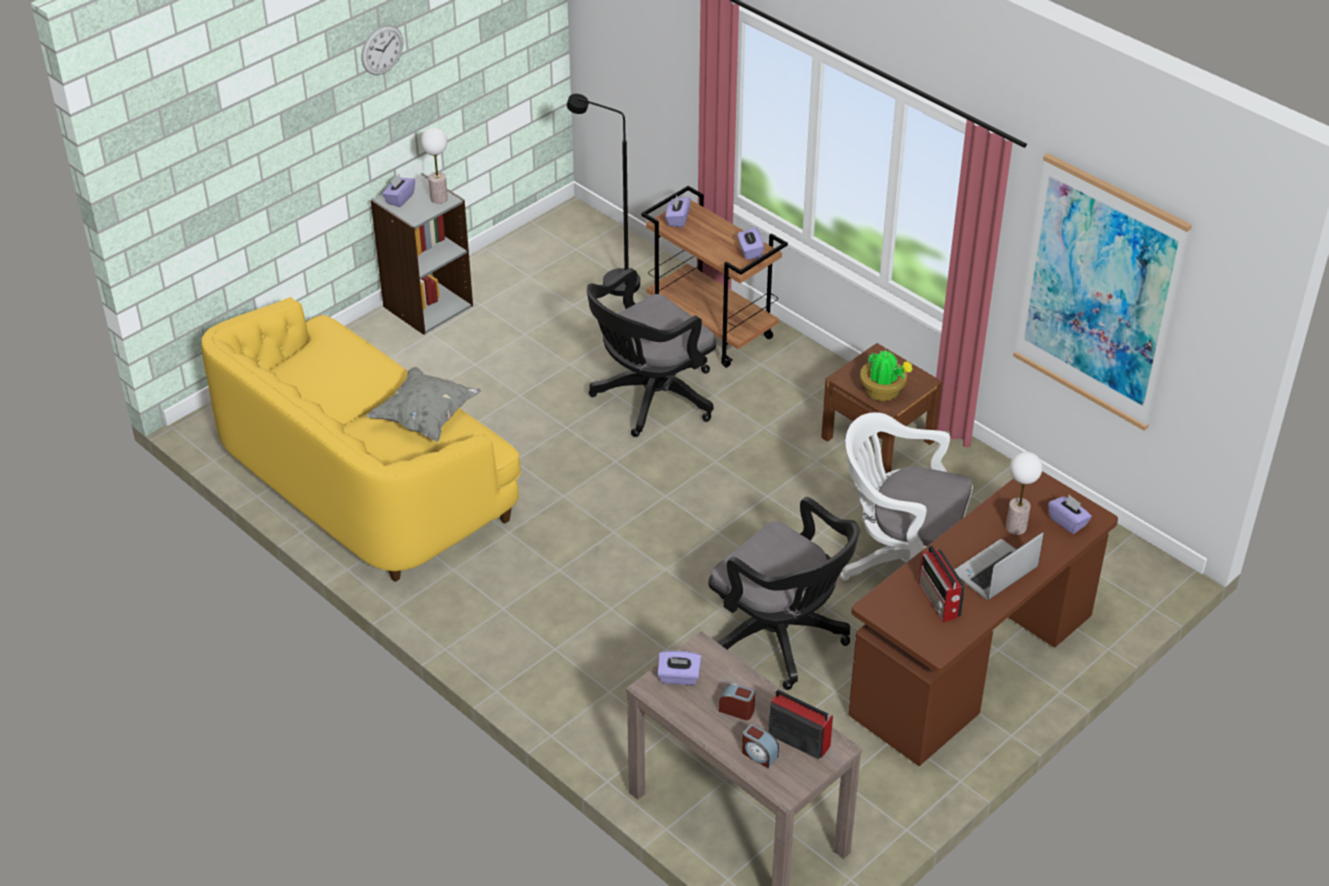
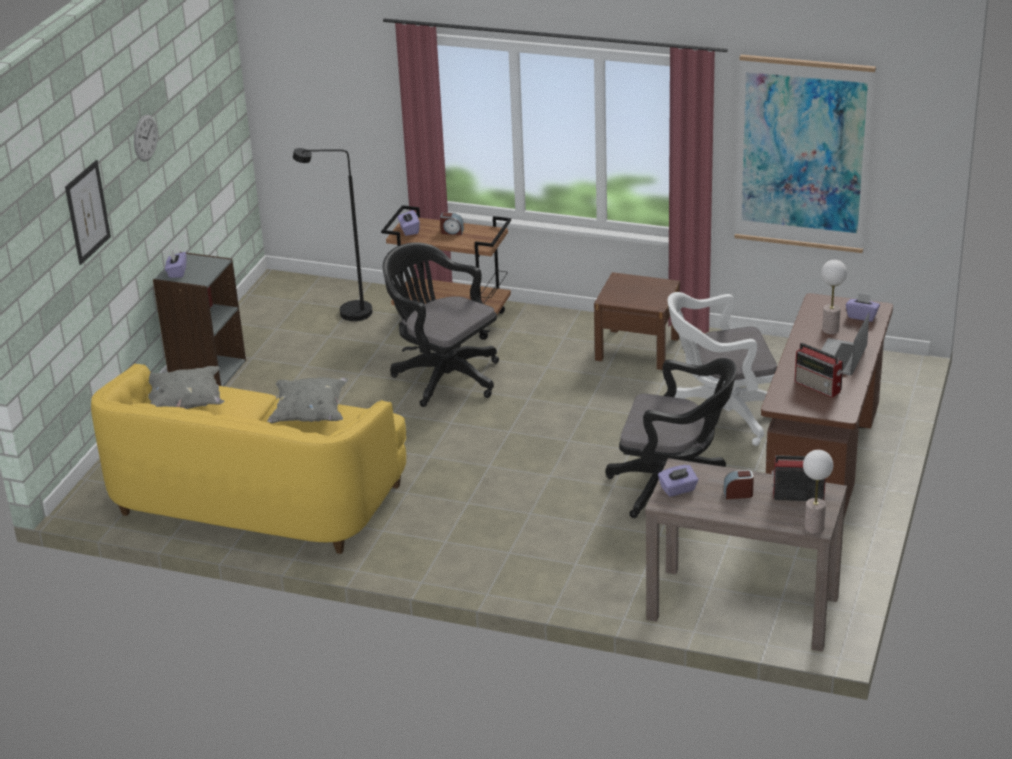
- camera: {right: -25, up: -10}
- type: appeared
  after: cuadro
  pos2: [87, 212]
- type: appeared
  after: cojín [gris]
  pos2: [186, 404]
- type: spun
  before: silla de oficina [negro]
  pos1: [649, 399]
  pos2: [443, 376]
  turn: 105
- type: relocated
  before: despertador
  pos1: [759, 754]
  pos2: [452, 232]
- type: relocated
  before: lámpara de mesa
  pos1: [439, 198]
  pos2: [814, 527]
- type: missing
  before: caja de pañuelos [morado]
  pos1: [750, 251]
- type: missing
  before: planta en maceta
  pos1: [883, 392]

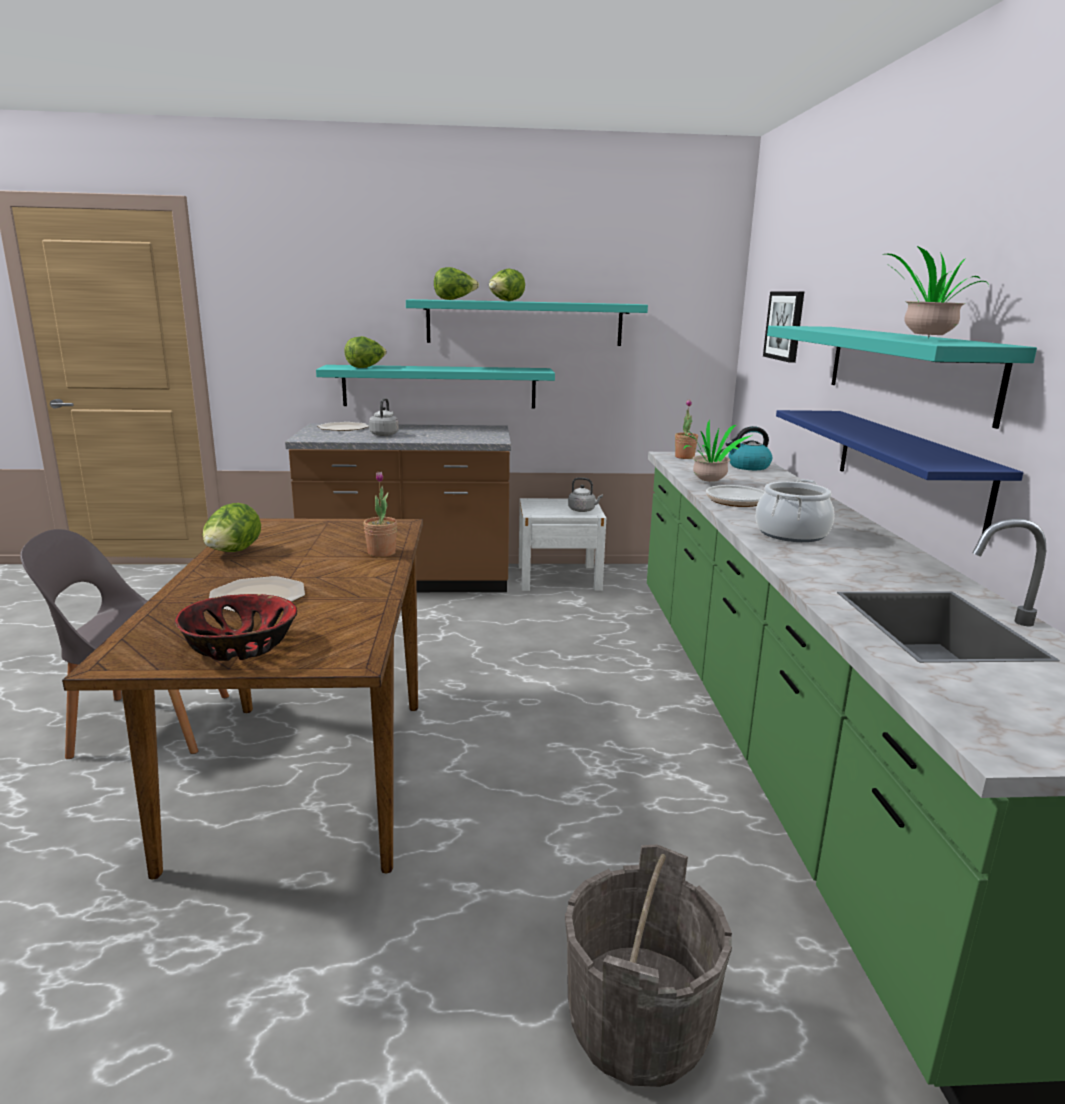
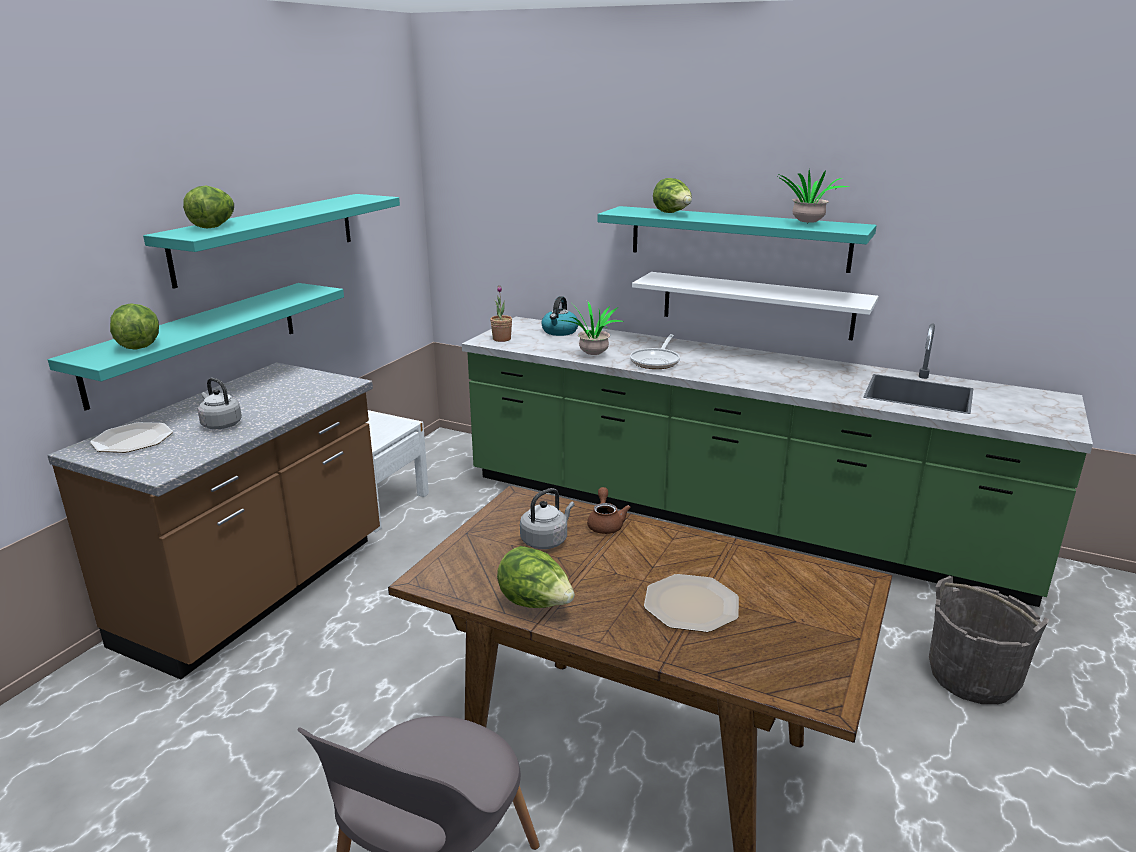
- camera: {right: -60, up: 5}
- type: relocated
  before: hervidor [gris]
  pos1: [583, 510]
  pos2: [546, 540]
- type: exchanged
  before: planta en maceta
  after: tetera [marrón]
  pos1: [381, 553]
  pos2: [605, 524]
- type: colour
  before: estante [azul]
  after: estante [blanco]
  pos1: [907, 468]
  pos2: [756, 305]
- type: relocated
  before: lechuga
  pos1: [506, 301]
  pos2: [672, 213]
- type: missing
  before: cuenco
  pos1: [241, 646]
- type: missing
  before: olla
  pos1: [792, 534]
- type: missing
  before: cuadro
  pos1: [785, 325]

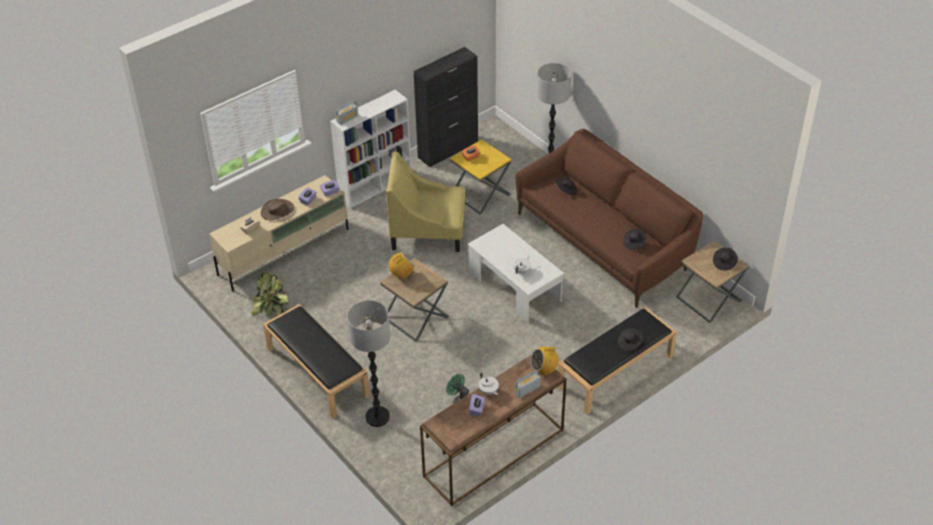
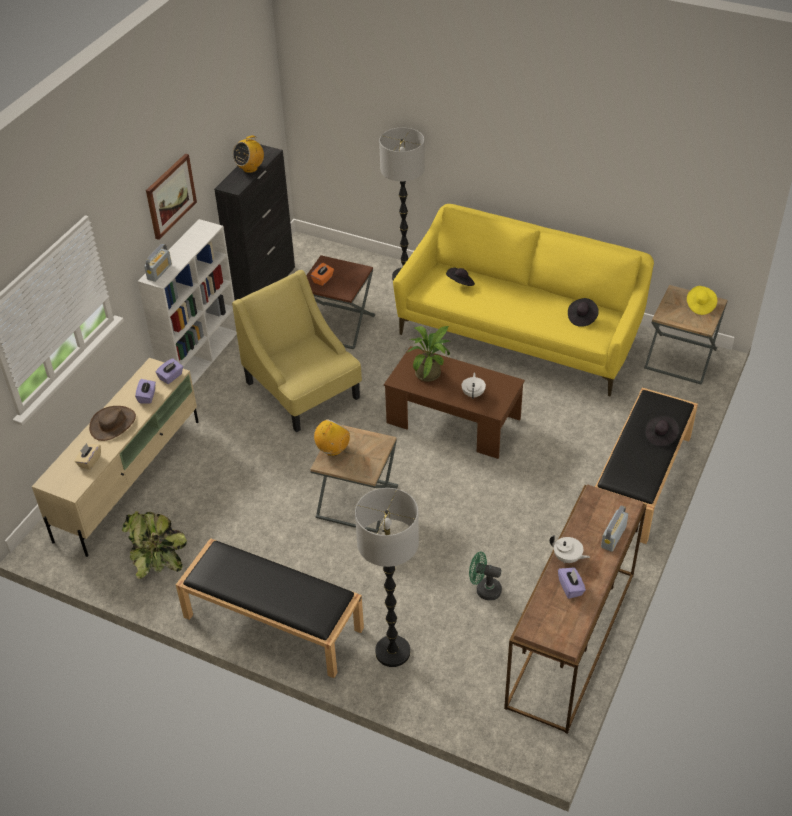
- camera: {right: -25, up: 0}
- type: appeared
  after: cuadro
  pos2: [170, 196]
- type: spun
  before: sillón [amarillo]
  pos1: [428, 231]
  pos2: [303, 390]
  turn: 75
- type: relocated
  before: radio
  pos1: [544, 370]
  pos2: [250, 168]
- type: colour
  before: mesa auxiliar [amarillo]
  after: mesa auxiliar [marrón]
  pos1: [481, 194]
  pos2: [339, 326]
- type: colour
  before: mesa de centro [blanco]
  after: mesa de centro [marrón]
  pos1: [514, 287]
  pos2: [453, 421]
- type: colour
  before: sofá [marrón]
  after: sofá [amarillo]
  pos1: [604, 242]
  pos2: [520, 333]
- type: appeared
  after: planta en maceta
  pos2: [430, 372]
- type: colour
  before: sombrero [negro]
  after: sombrero [amarillo]
  pos1: [724, 263]
  pos2: [700, 306]

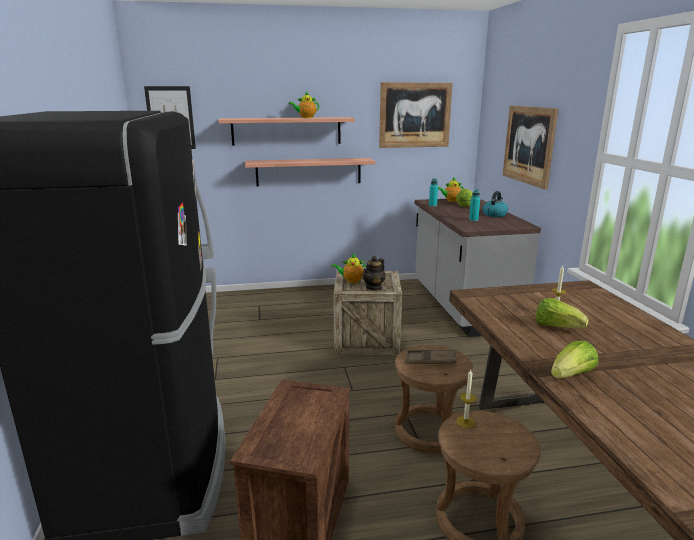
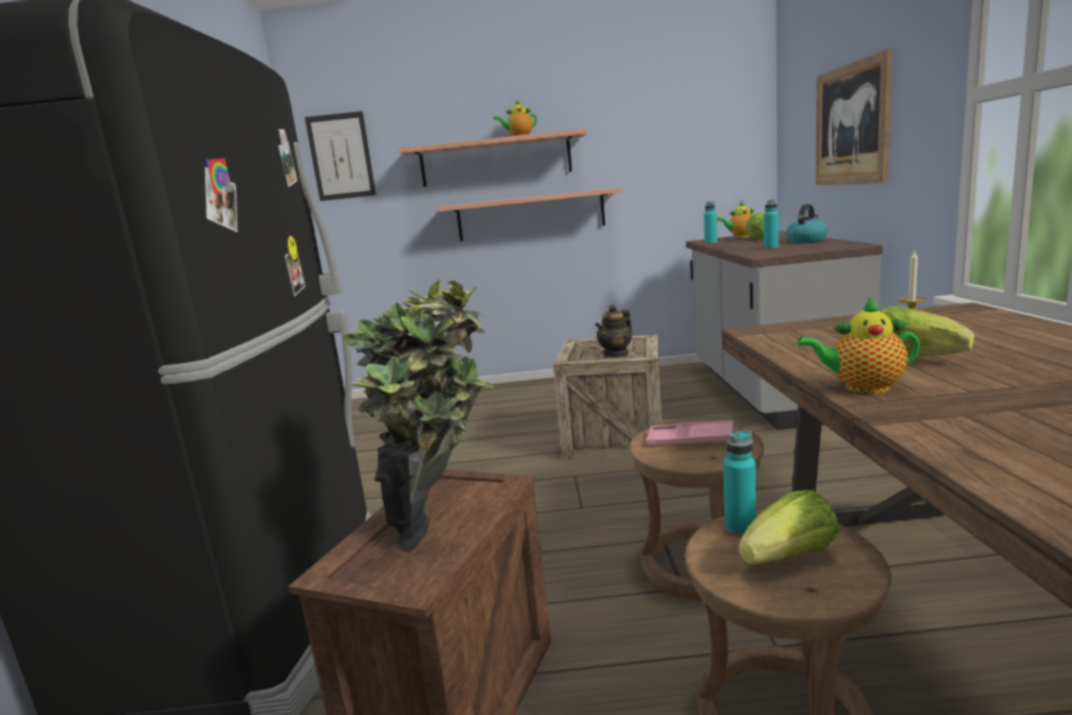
- camera: {right: 10, up: -5}
- type: appeared
  after: planta en maceta
  pos2: [442, 520]
- type: colour
  before: bandeja [marrón]
  after: bandeja [rosa]
  pos1: [430, 360]
  pos2: [690, 440]
- type: exchanged
  before: vela
  after: botella [turquesa]
  pos1: [465, 422]
  pos2: [740, 528]
- type: relocated
  before: lechuga
  pos1: [571, 375]
  pos2: [790, 557]
- type: relocated
  before: tetera
  pos1: [351, 281]
  pos2: [862, 387]
- type: missing
  before: cuadro
  pos1: [415, 115]

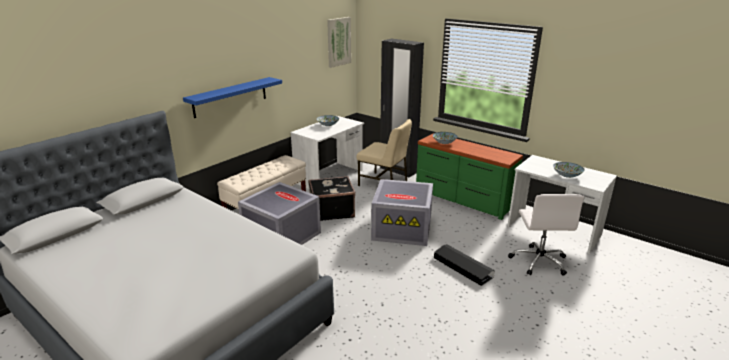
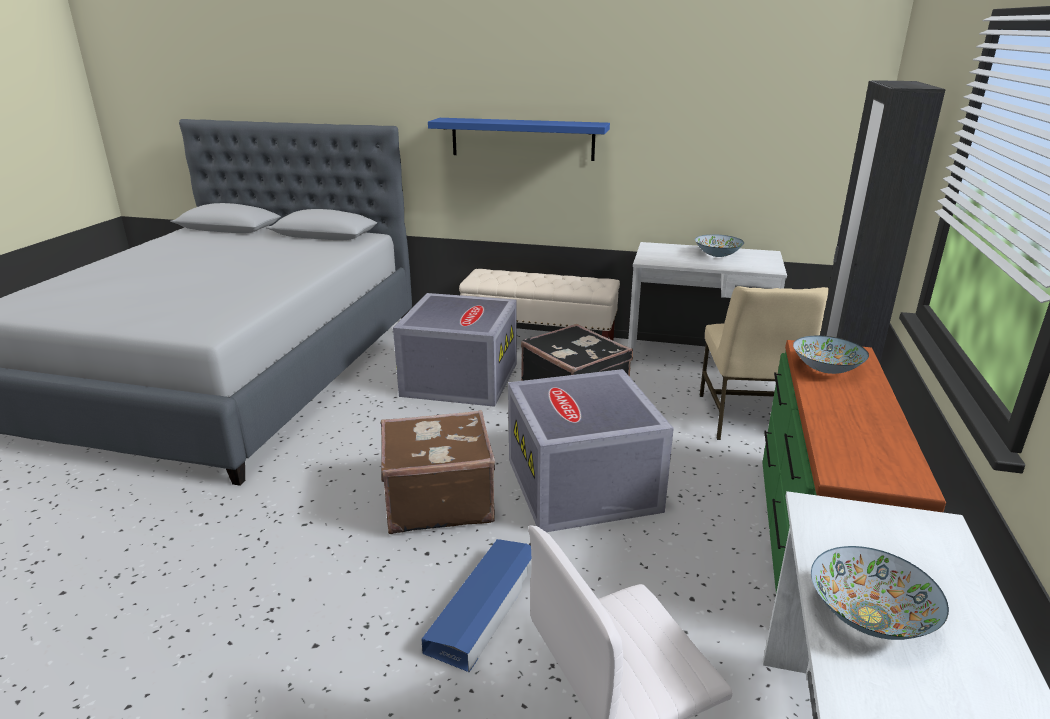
- camera: {right: 65, up: 0}
- type: appeared
  after: maleta [marrón]
  pos2: [437, 500]
- type: colour
  before: caja de almacenaje [negro]
  after: caja de almacenaje [azul]
  pos1: [462, 267]
  pos2: [485, 606]
- type: missing
  before: cuadro
  pos1: [338, 42]

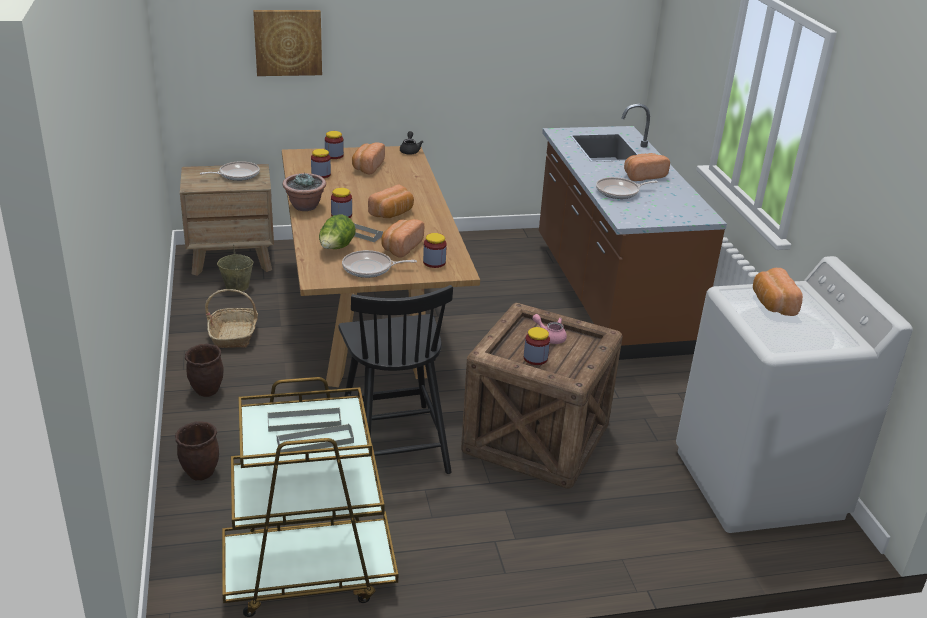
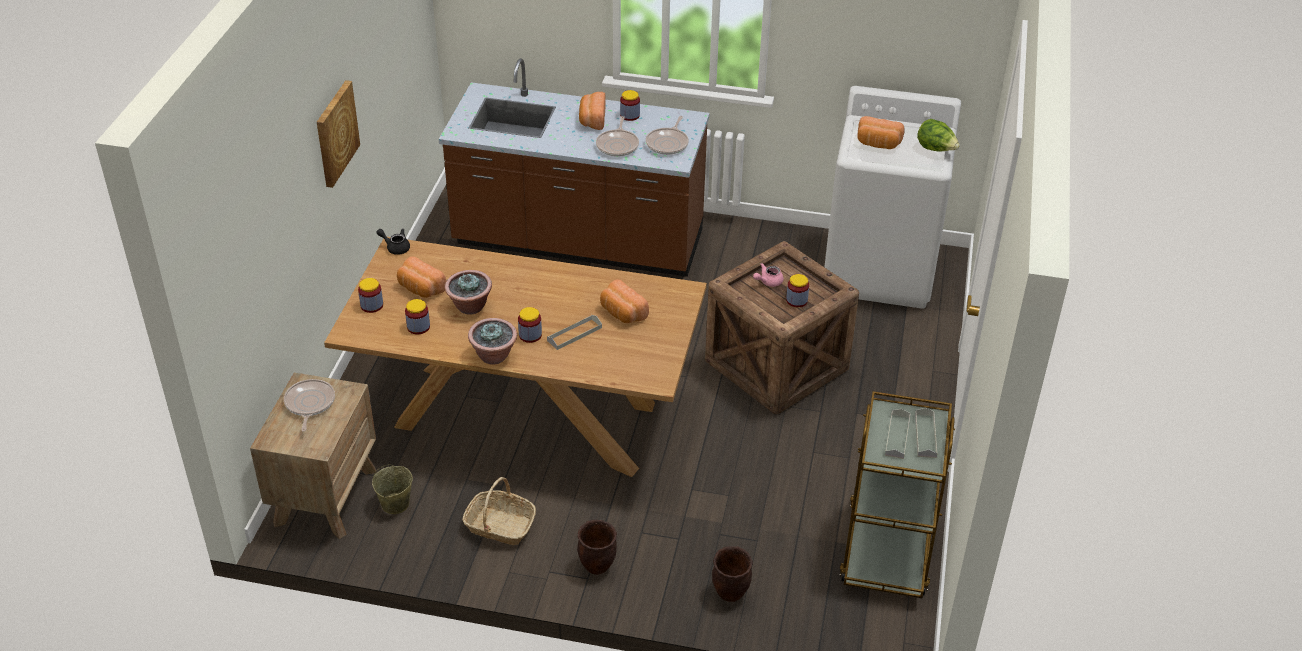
- camera: {right: -65, up: 10}
- type: relocated
  before: cuadro
  pos1: [288, 42]
  pos2: [335, 133]
- type: appeared
  after: planta en maceta
  pos2: [470, 307]
- type: relocated
  before: tarro
  pos1: [434, 262]
  pos2: [630, 115]
- type: relocated
  before: sartén
  pos1: [370, 268]
  pos2: [668, 143]
- type: relocated
  before: lechuga
  pos1: [336, 248]
  pos2: [936, 149]
- type: missing
  before: silla [negro]
  pos1: [394, 442]
- type: missing
  before: pan
  pos1: [393, 213]

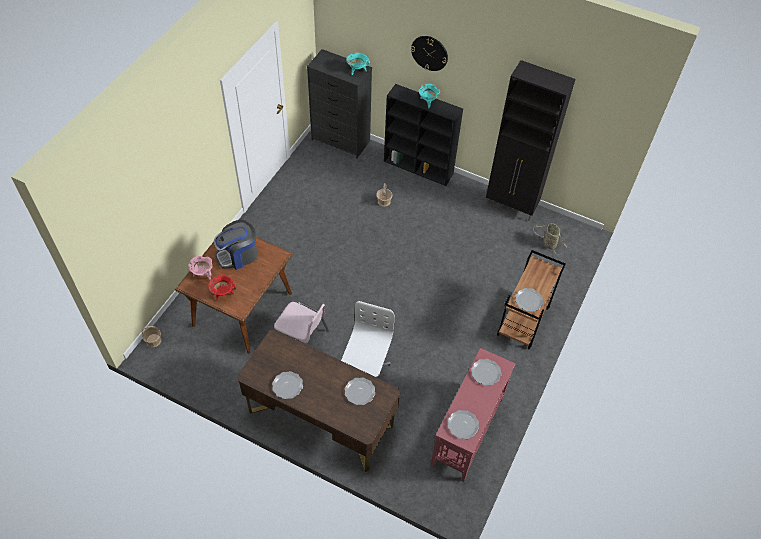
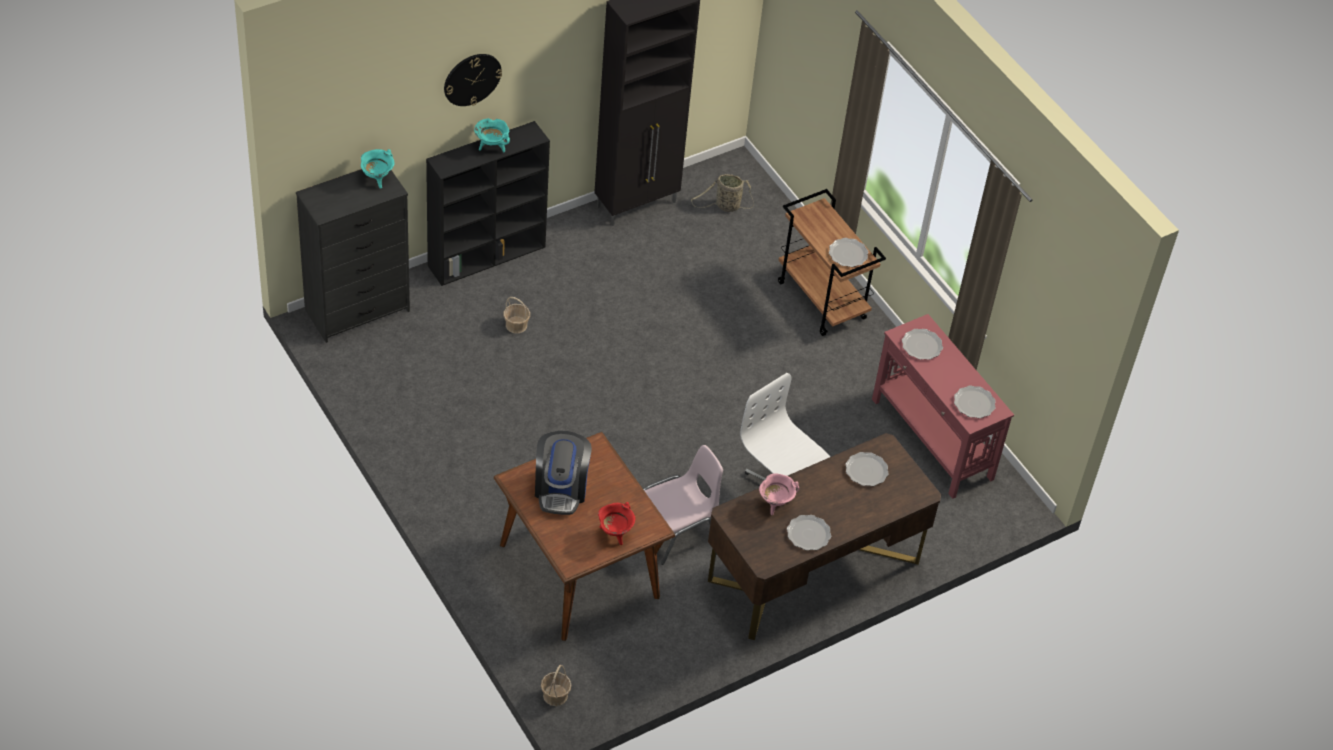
- camera: {right: -60, up: -5}
- type: relocated
  before: olla [rosa]
  pos1: [203, 274]
  pos2: [775, 504]

